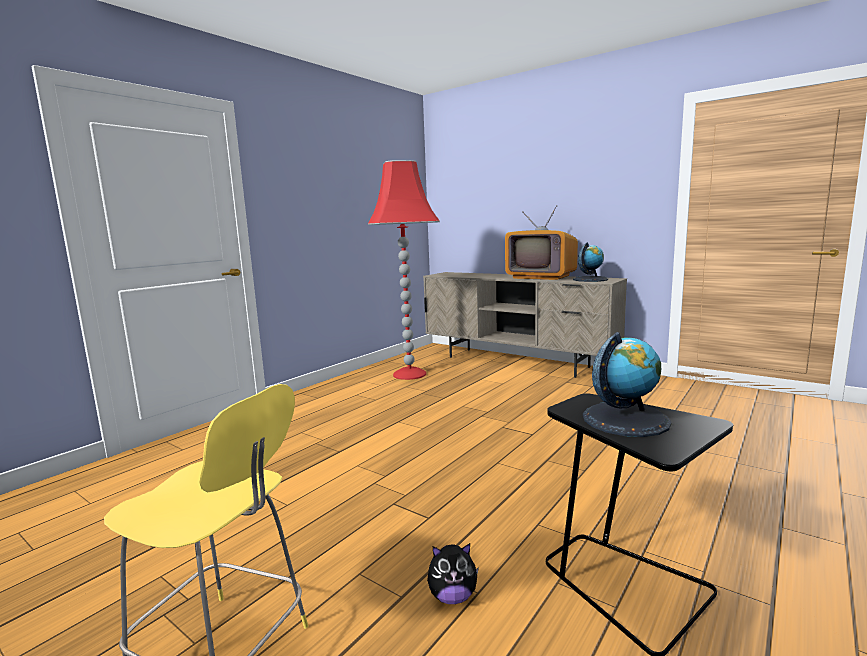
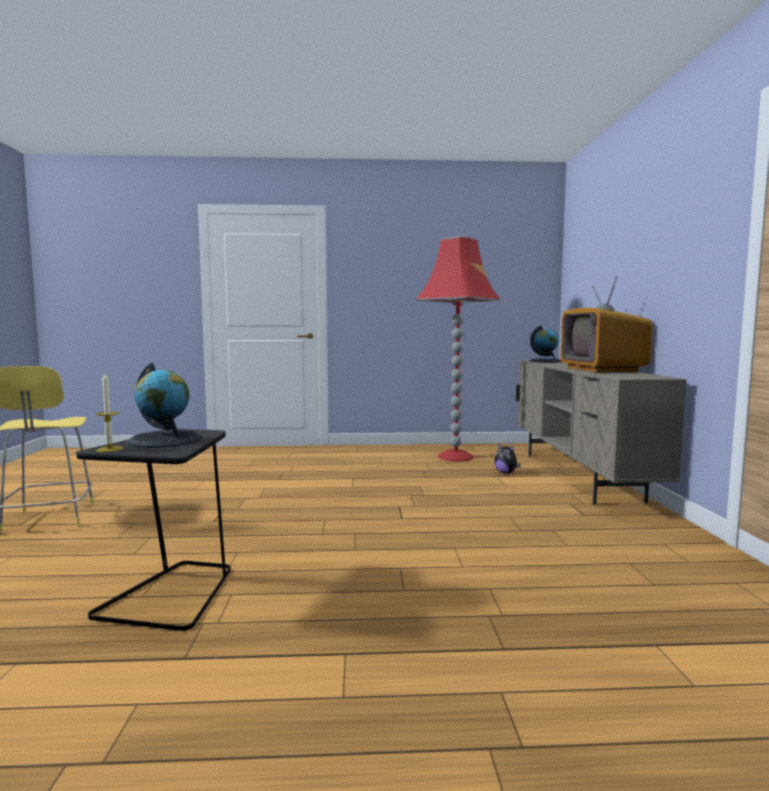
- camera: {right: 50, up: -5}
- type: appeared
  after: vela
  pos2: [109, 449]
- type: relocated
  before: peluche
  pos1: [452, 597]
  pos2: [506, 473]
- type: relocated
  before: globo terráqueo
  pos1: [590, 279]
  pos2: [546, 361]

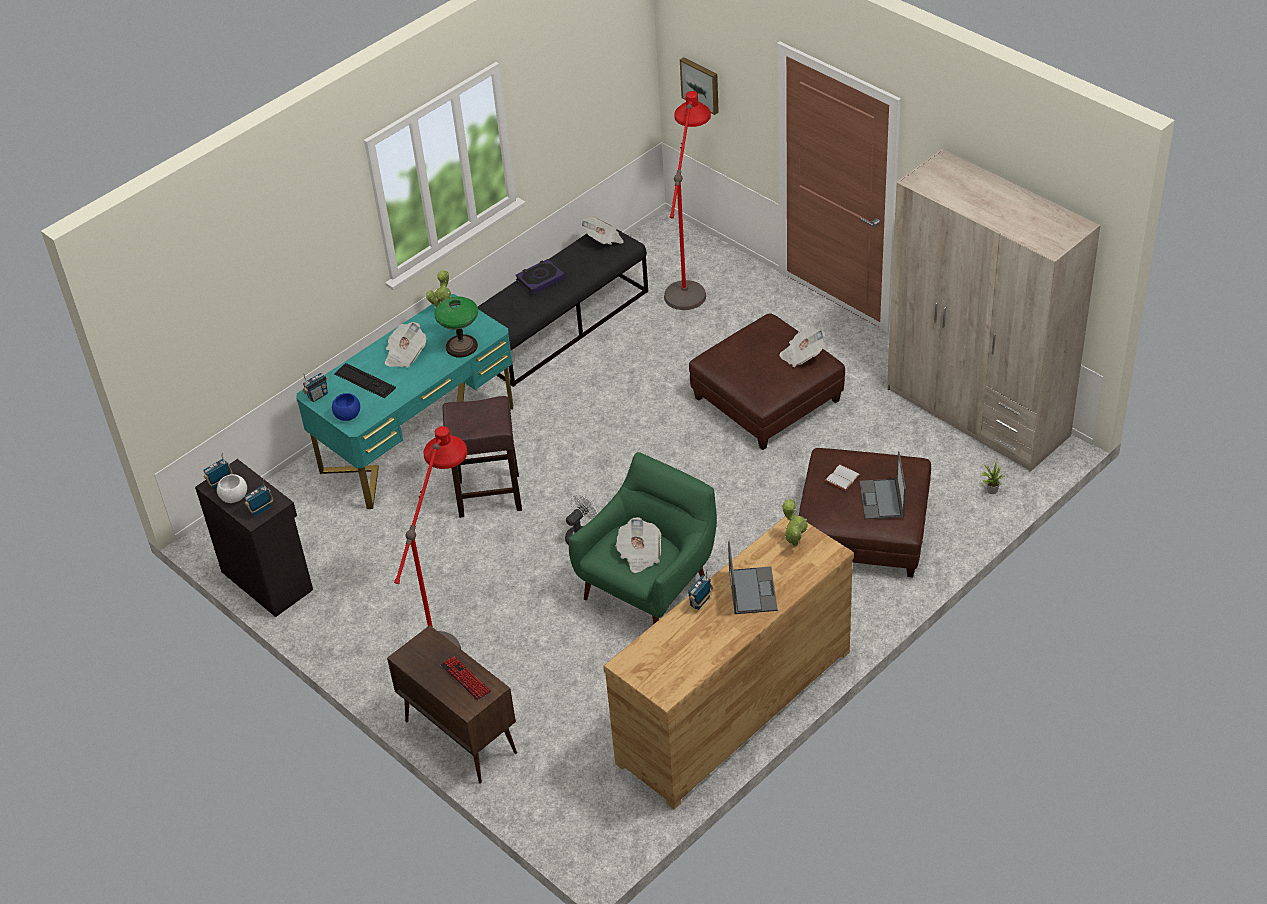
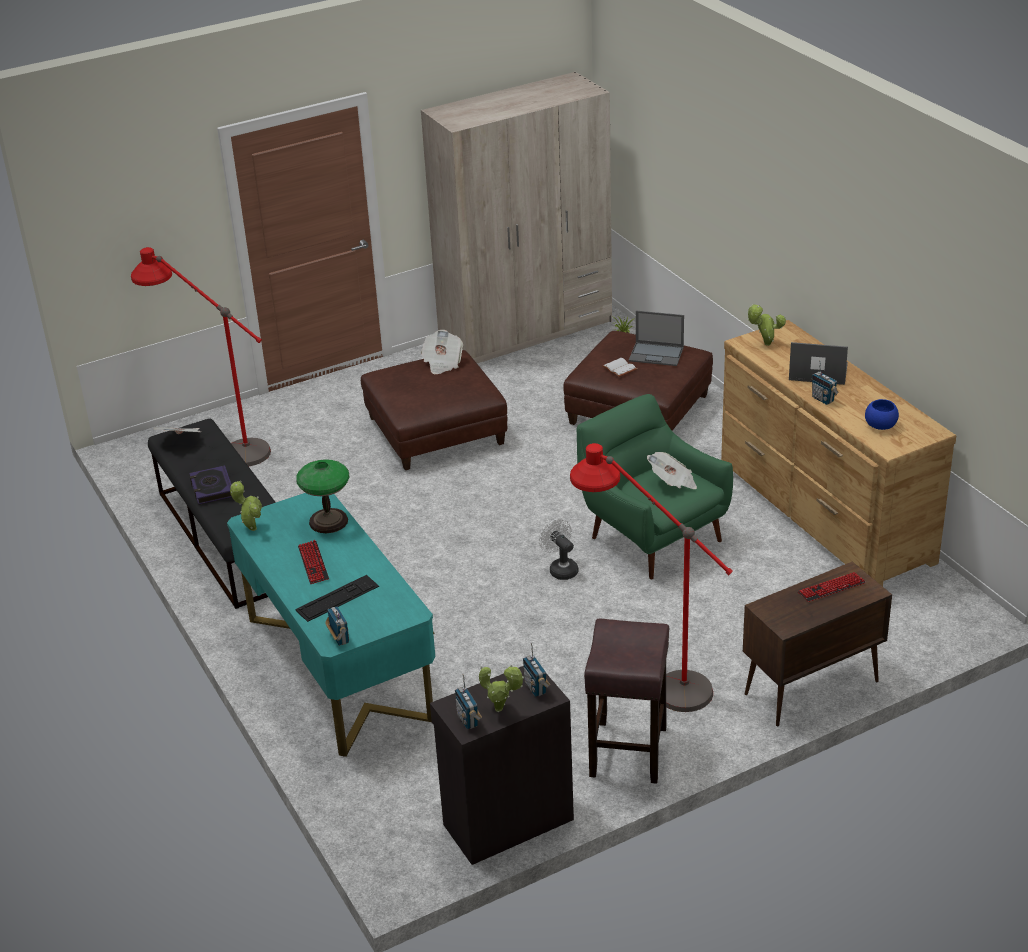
- camera: {right: -75, up: -10}
- type: exchanged
  before: periódico
  after: teclado
  pos1: [405, 355]
  pos2: [313, 563]
- type: exchanged
  before: cuenco [blanco]
  after: planta en maceta
  pos1: [234, 497]
  pos2: [501, 709]
- type: relocated
  before: taburete [marrón]
  pos1: [487, 495]
  pos2: [628, 753]
- type: relocated
  before: cuenco [azul]
  pos1: [348, 415]
  pos2: [880, 426]
- type: missing
  before: cuadro
  pos1: [701, 84]

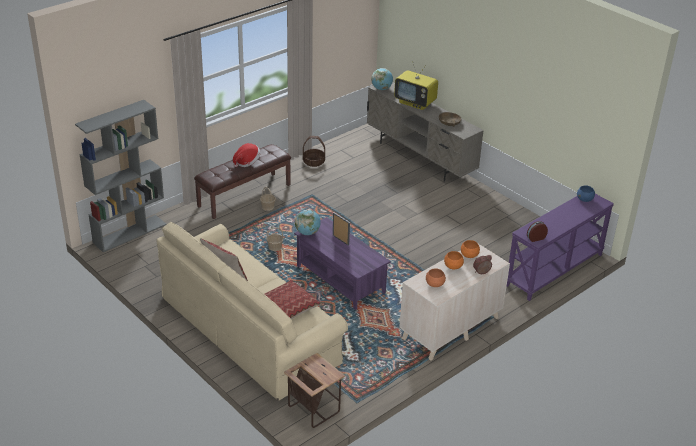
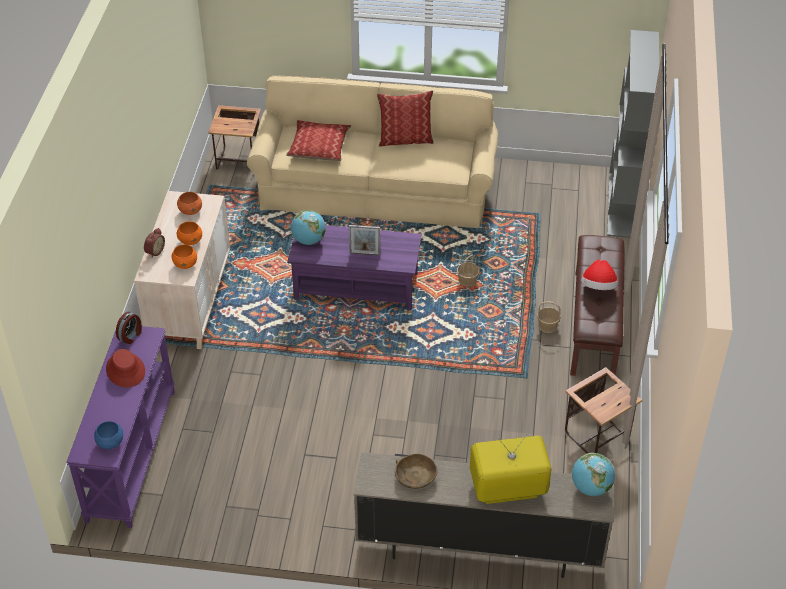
- camera: {right: 140, up: 10}
- type: appeared
  after: sombrero [rojo]
  pos2: [126, 370]
- type: relocated
  before: globo terráqueo
  pos1: [307, 233]
  pos2: [309, 240]
- type: exchanged
  before: cesta
  after: mesa auxiliar
  pos1: [313, 162]
  pos2: [597, 435]

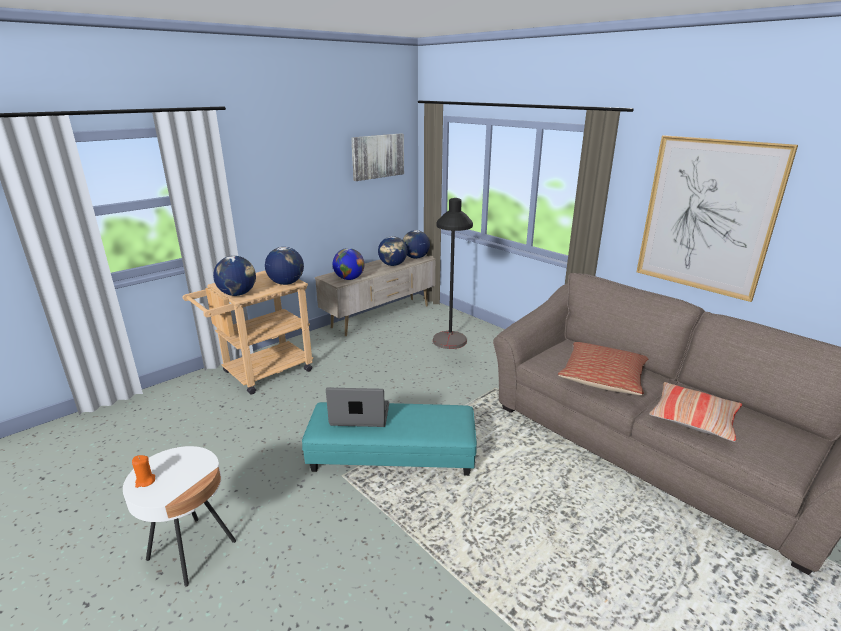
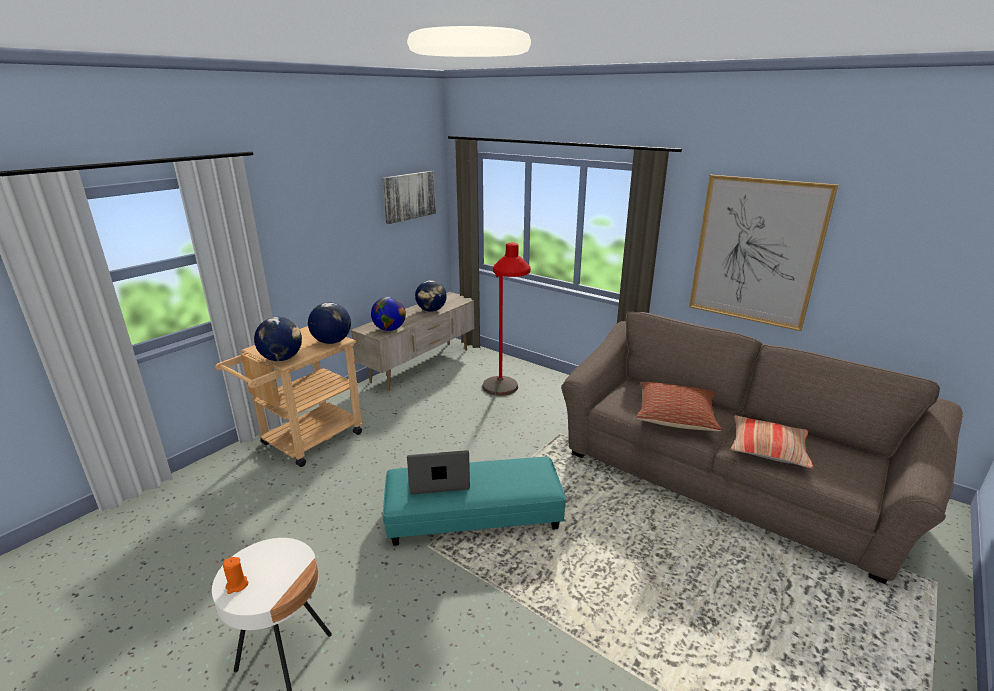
- camera: {right: -10, up: 0}
- type: colour
  before: lámpara de pie [negro]
  after: lámpara de pie [rojo]
  pos1: [449, 352]
  pos2: [503, 399]
- type: missing
  before: globo terráqueo
  pos1: [415, 257]

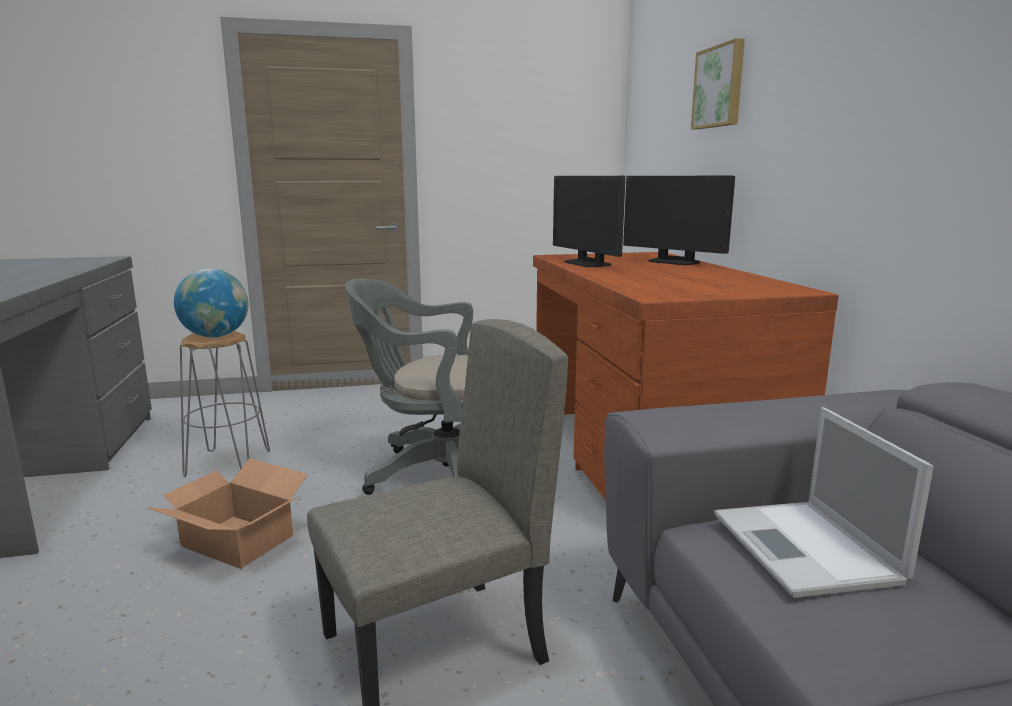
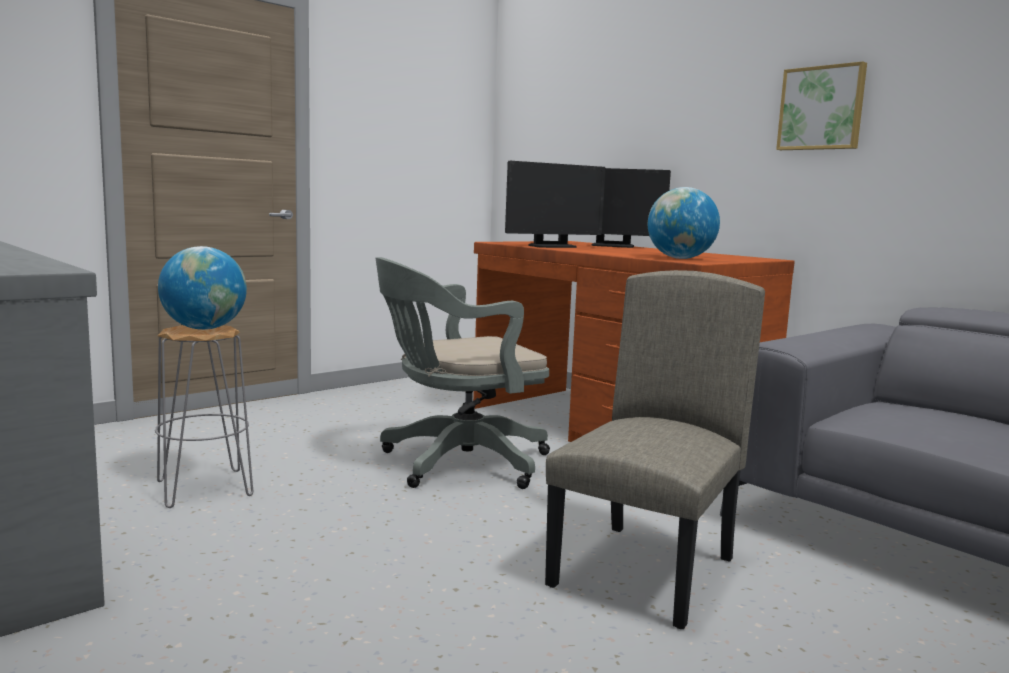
- camera: {right: -30, up: -5}
- type: spun
  before: monitor
  pos1: [587, 263]
  pos2: [552, 246]
  turn: -60
- type: appeared
  after: globo terráqueo
  pos2: [680, 258]
- type: relocated
  before: cuadro
  pos1: [720, 87]
  pos2: [822, 108]
- type: missing
  before: caja de cartón
  pos1: [237, 540]
- type: missing
  before: portátil
  pos1: [807, 549]

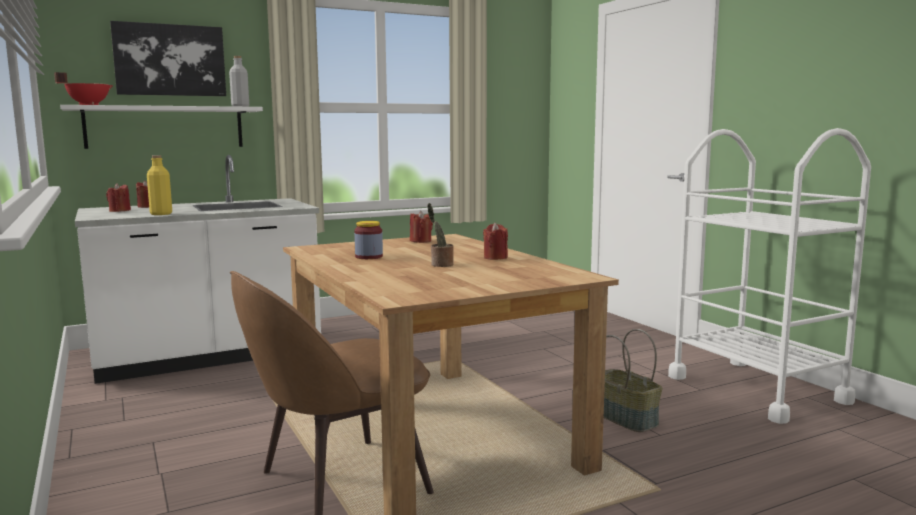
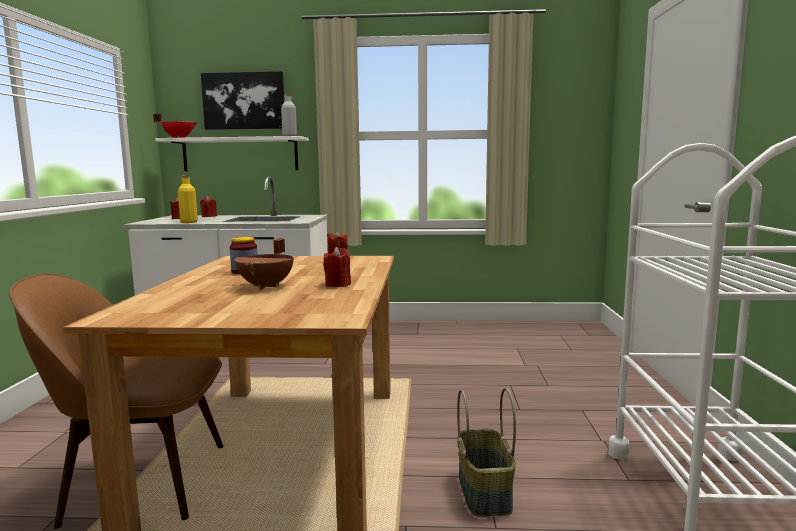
- camera: {right: 30, up: 0}
- type: exchanged
  before: planta en maceta
  after: olla [marrón]
  pos1: [440, 264]
  pos2: [267, 286]

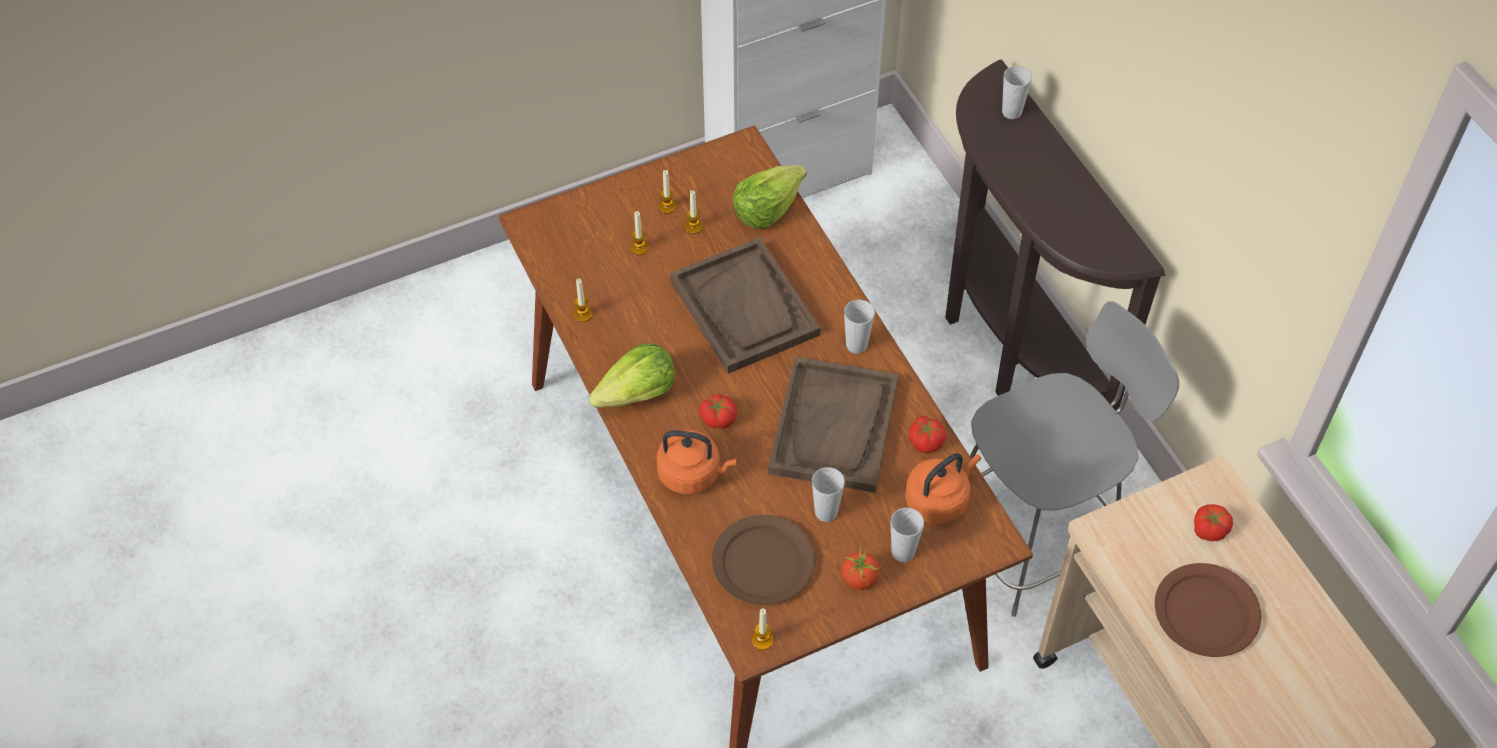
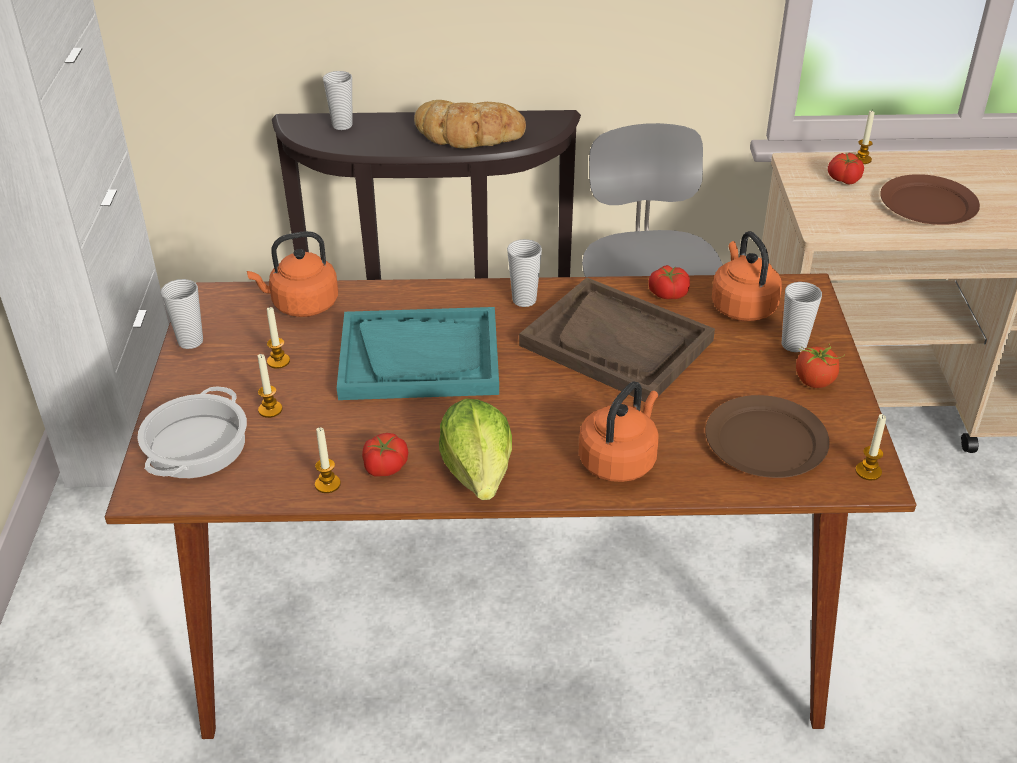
- camera: {right: -65, up: -15}
- type: appeared
  after: olla
  pos2: [195, 444]
- type: relocated
  before: taza
  pos1: [826, 512]
  pos2: [190, 341]
- type: exchanged
  before: lechuga
  after: hervidor [naranja]
  pos1: [767, 208]
  pos2: [301, 305]
- type: colour
  before: bandeja [marrón]
  after: bandeja [turquesa]
  pos1: [744, 308]
  pos2: [420, 357]
- type: relocated
  before: tomate
  pos1: [718, 418]
  pos2: [384, 466]
- type: appeared
  after: pan
  pos2: [469, 134]
- type: relocated
  before: vela
  pos1: [667, 207]
  pos2: [862, 159]

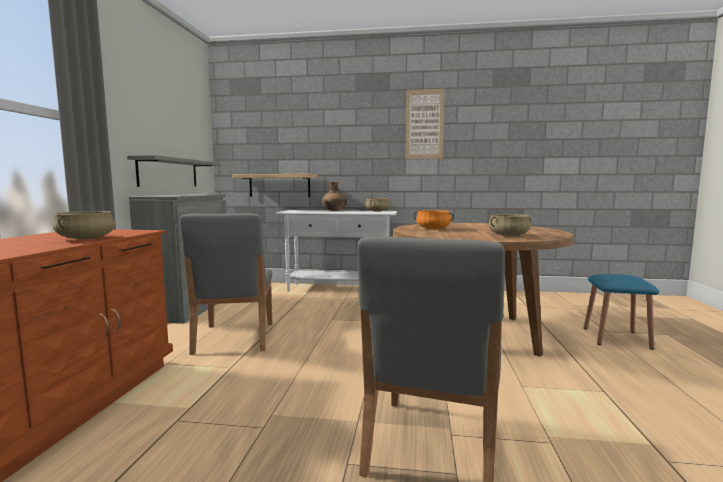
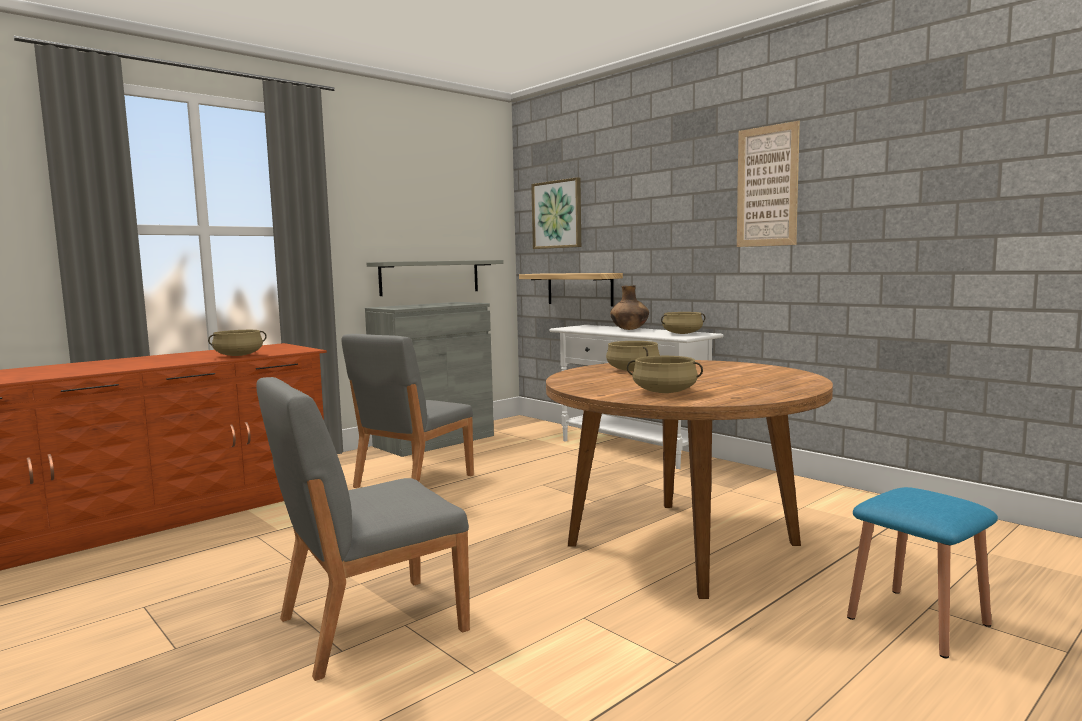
- camera: {right: 40, up: 0}
- type: appeared
  after: cuadro
  pos2: [557, 214]
- type: colour
  before: olla [naranja]
  after: olla [beis]
  pos1: [433, 229]
  pos2: [632, 370]

